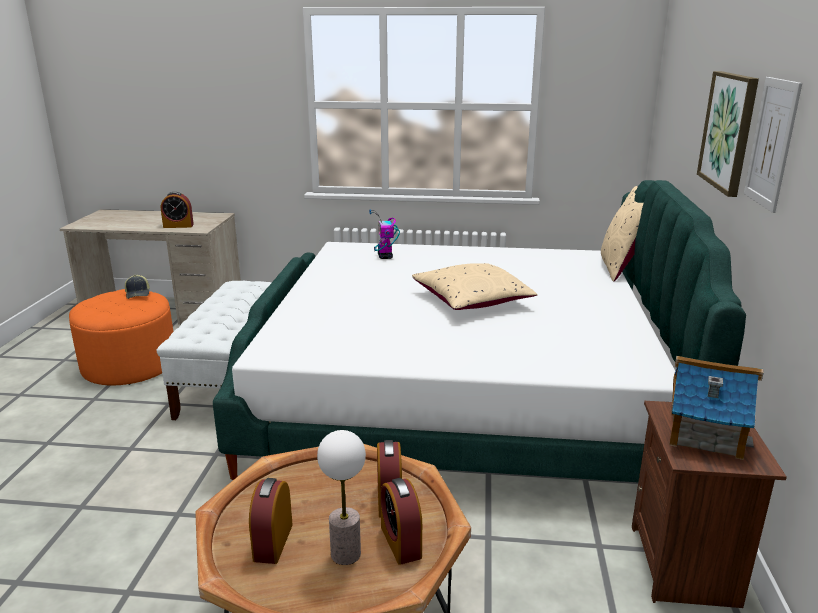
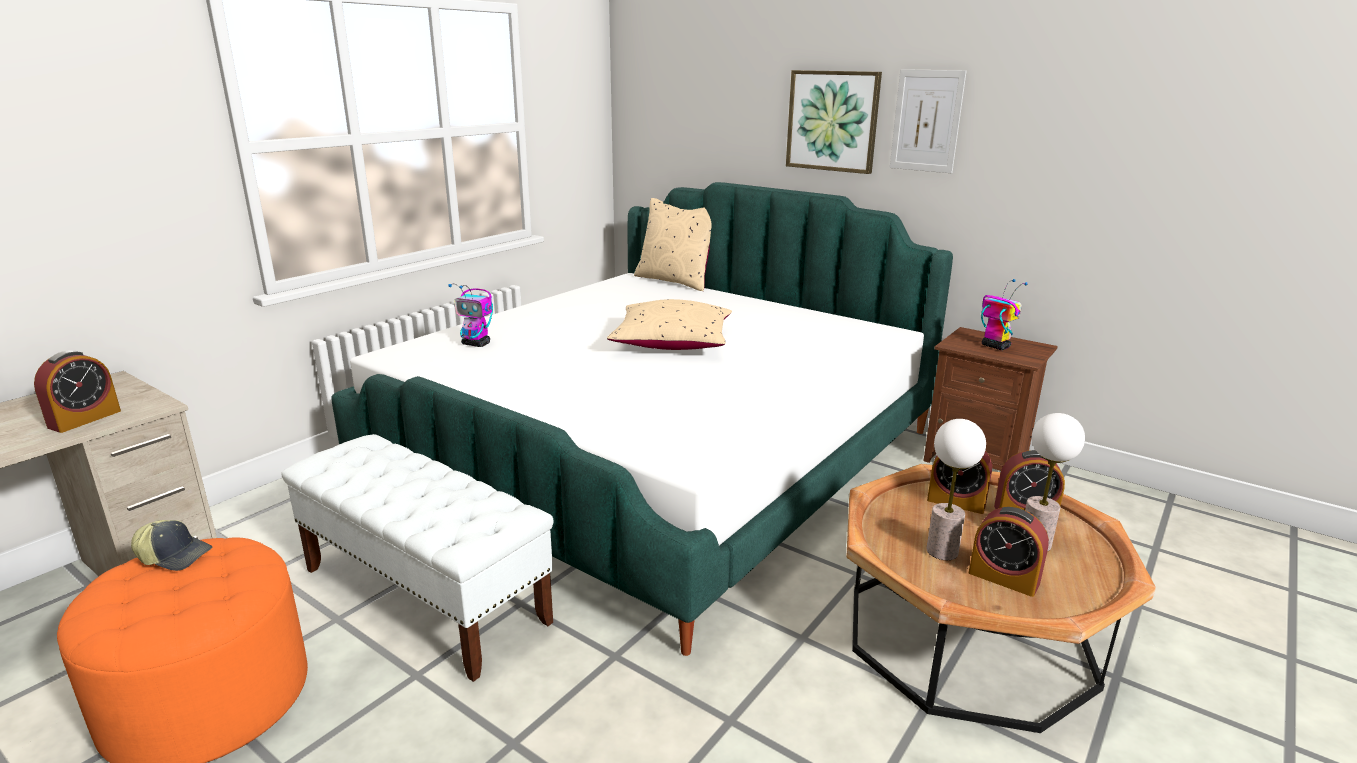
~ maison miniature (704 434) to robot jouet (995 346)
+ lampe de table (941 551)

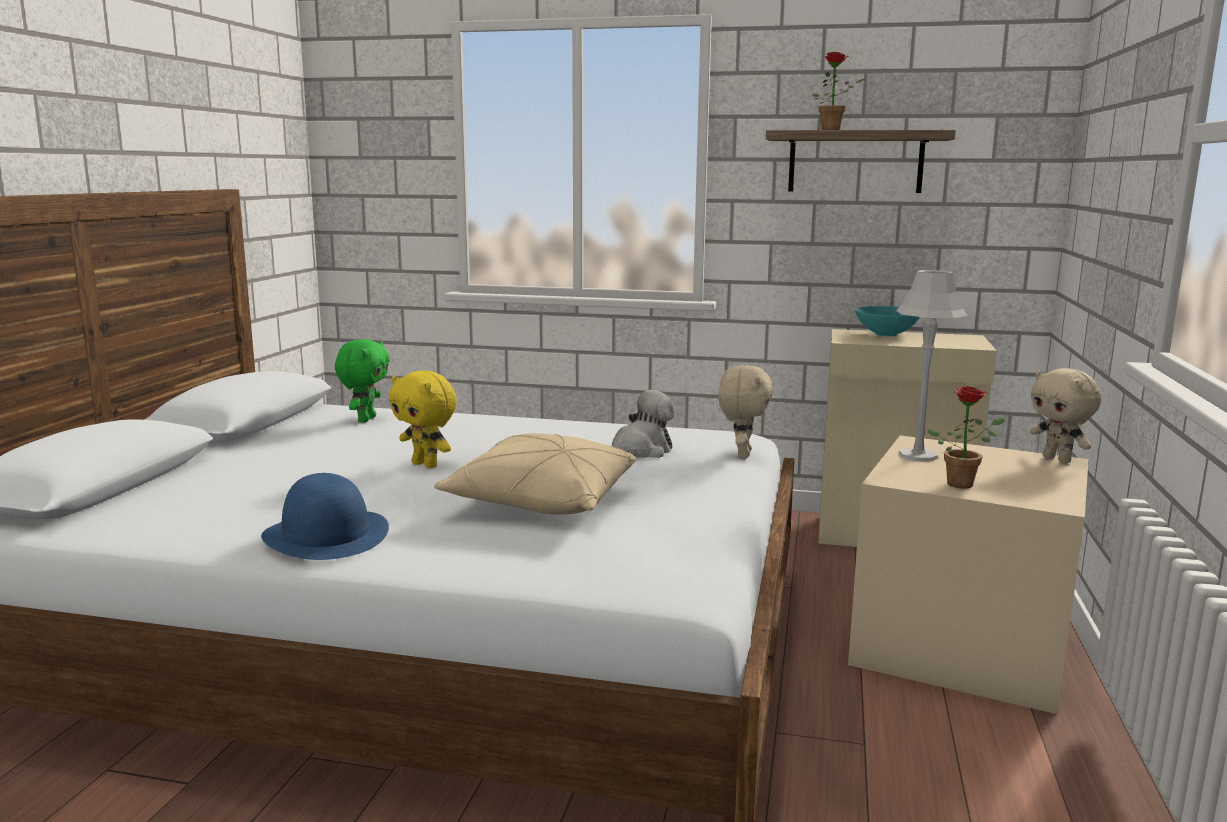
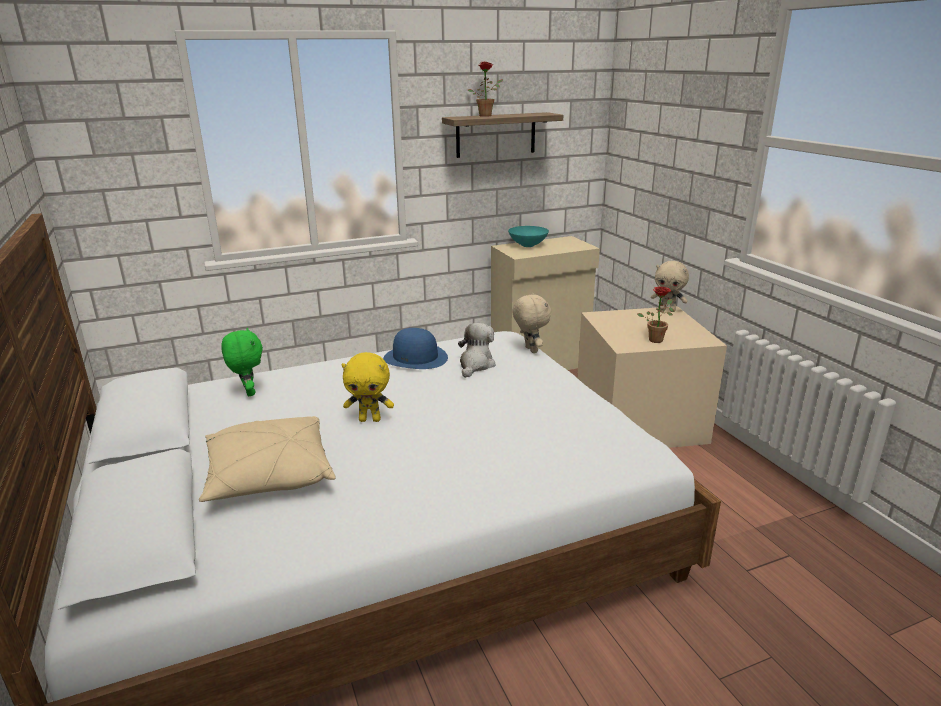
~ chapeau/bleu (326 535) to (416 358)
~ coussin/beige (541 502) to (269 475)
- lampe de table/gris (918 455)

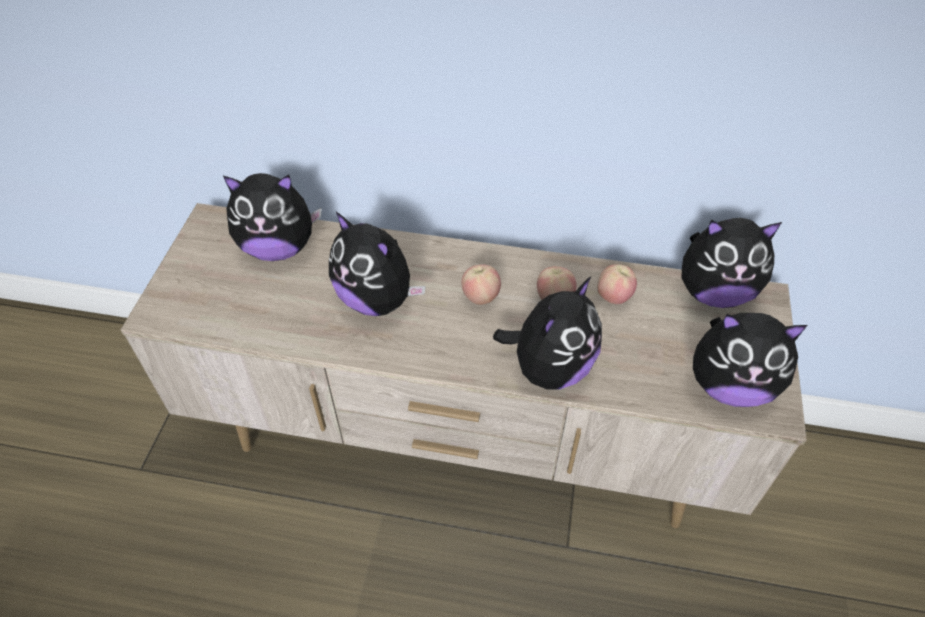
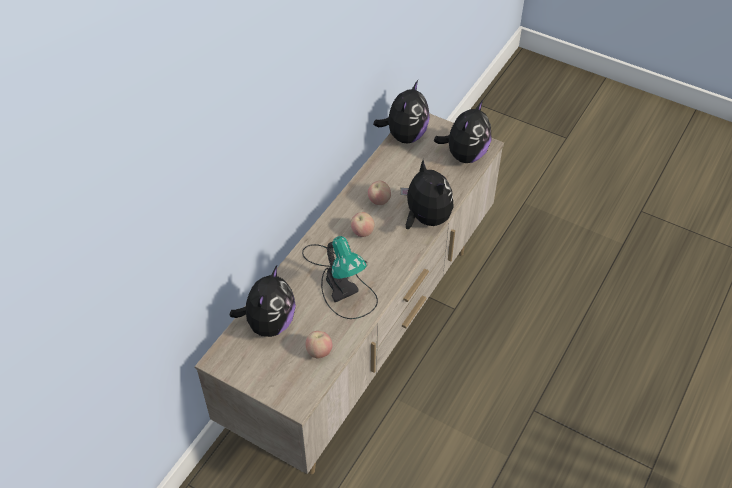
~ peluche (377 299) to lampe de table (341 281)
~ pomme (613 297) to (319 352)

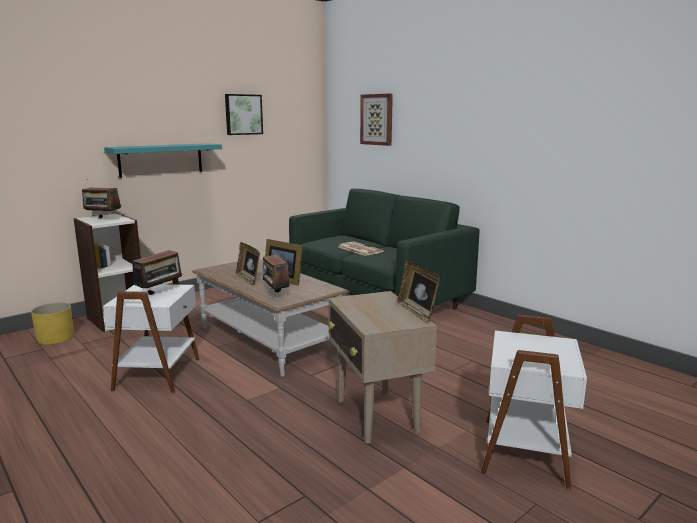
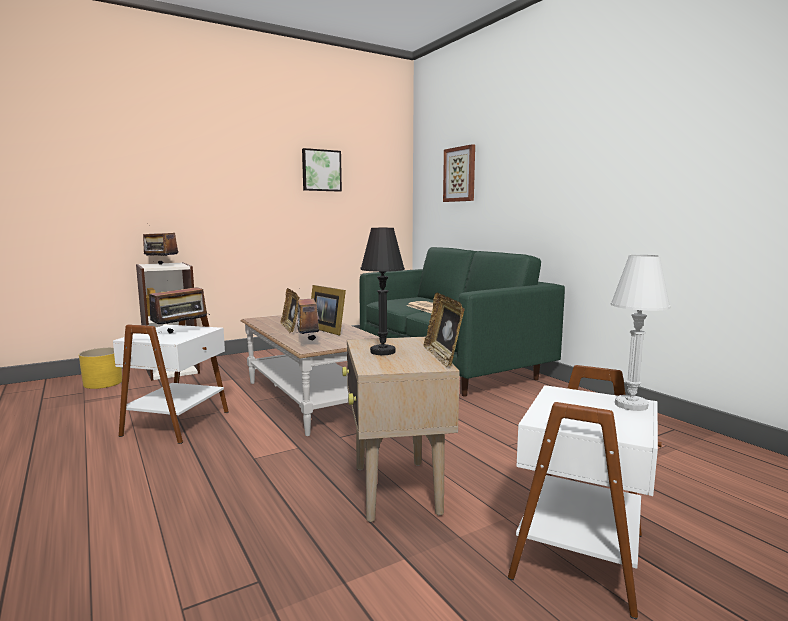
- étagère/turquoise (161 159)
+ lampe de table/noir (382 352)
+ lampe de table/blanc (631 405)

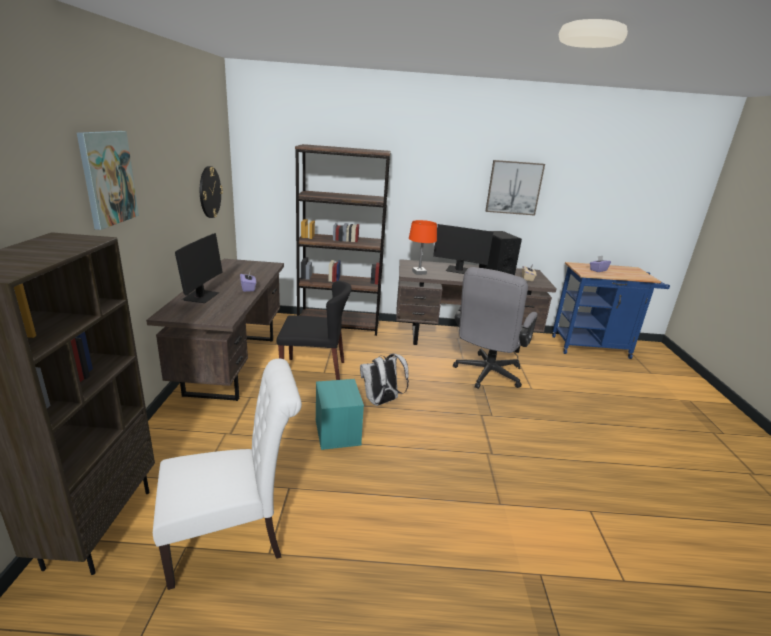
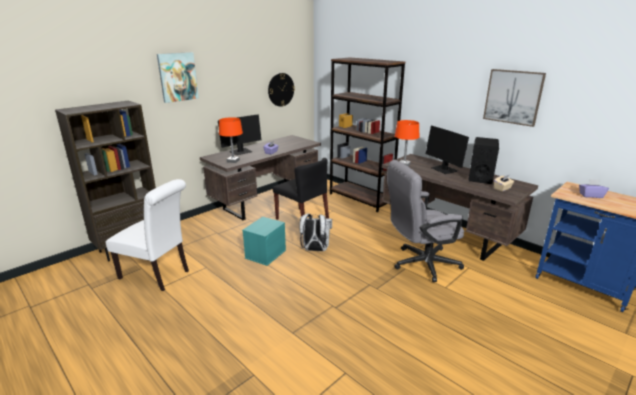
+ lampe de table/orange (233 161)

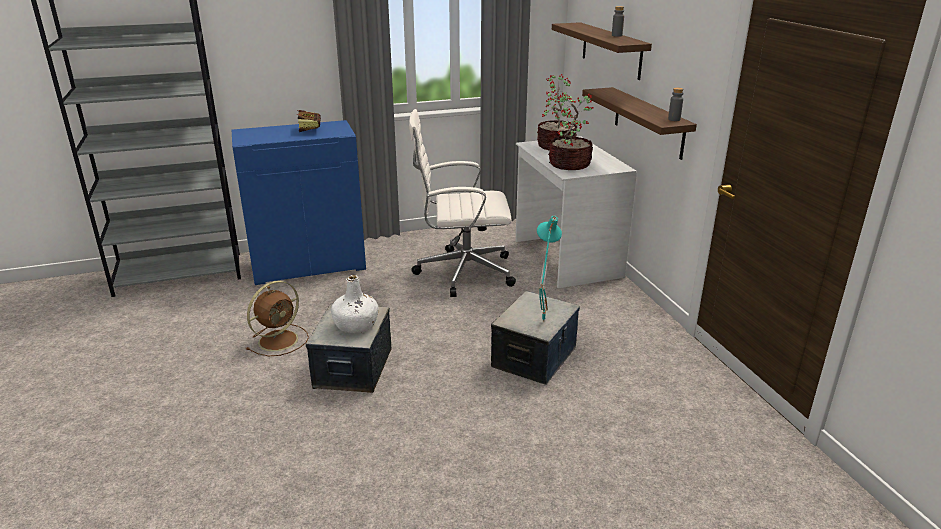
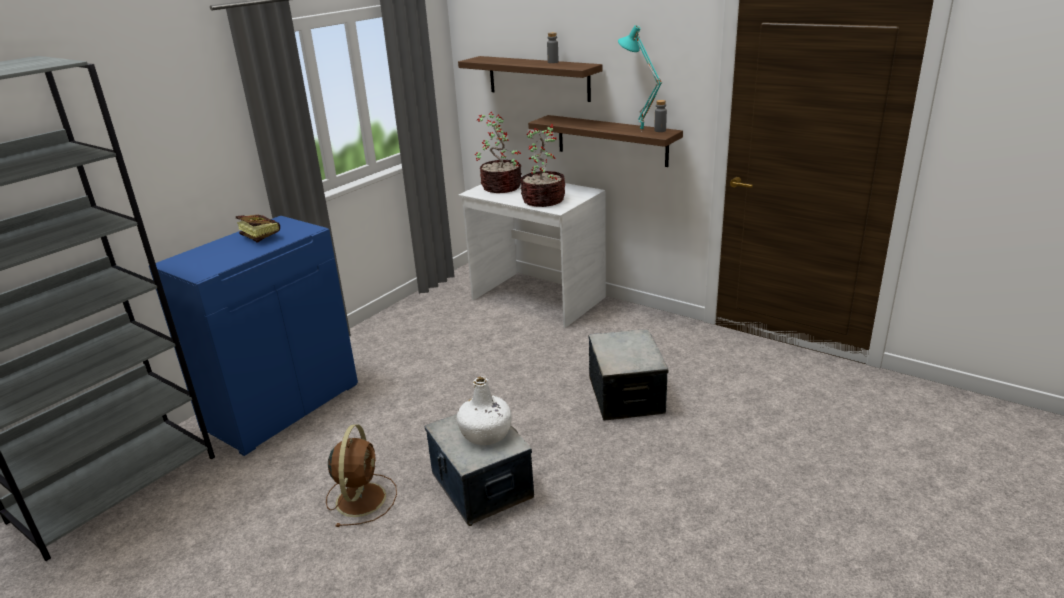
- chaise de bureau/blanc (462 272)
~ lampe de table/turquoise (541 321) to (639 131)

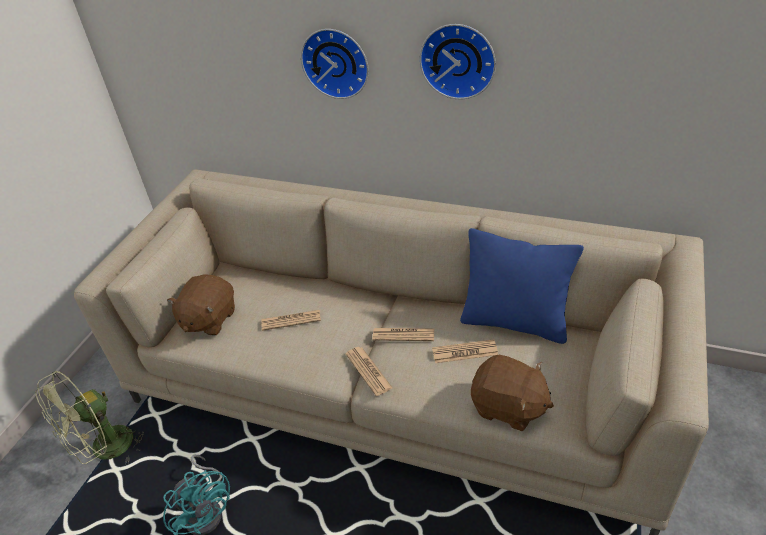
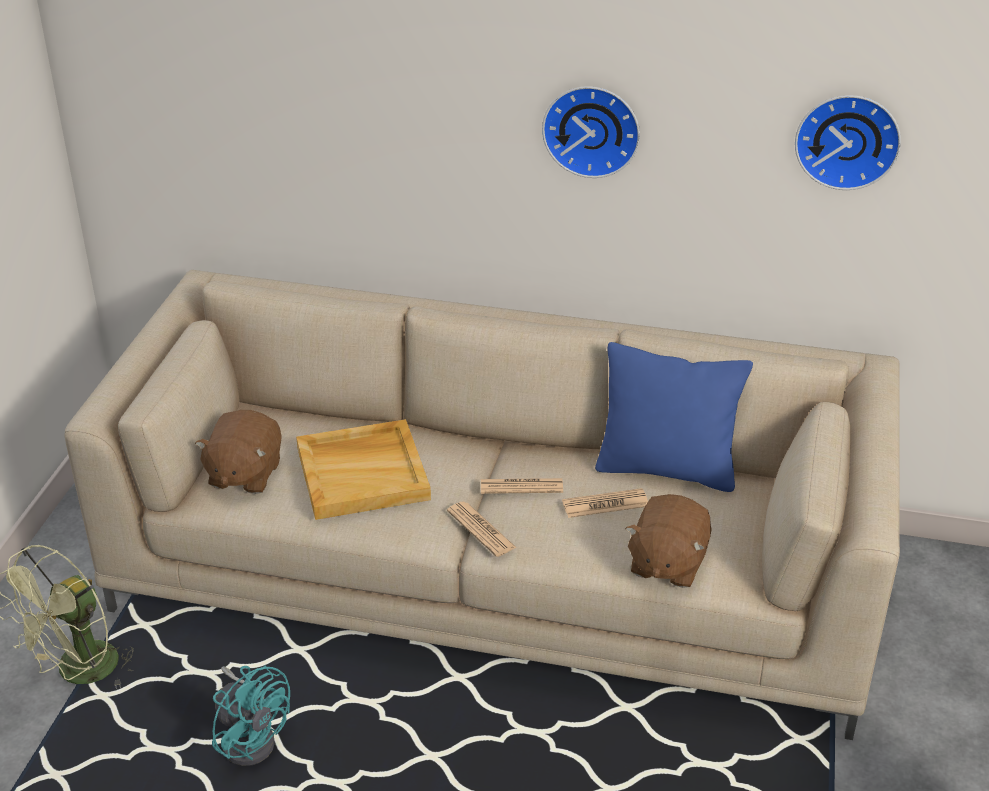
~ journal (291 320) to plateau/beige (363 473)
~ horloge murale (336 62) to (847 139)
~ peluche/marron (508 407) = (666 563) 90 degrees clockwise

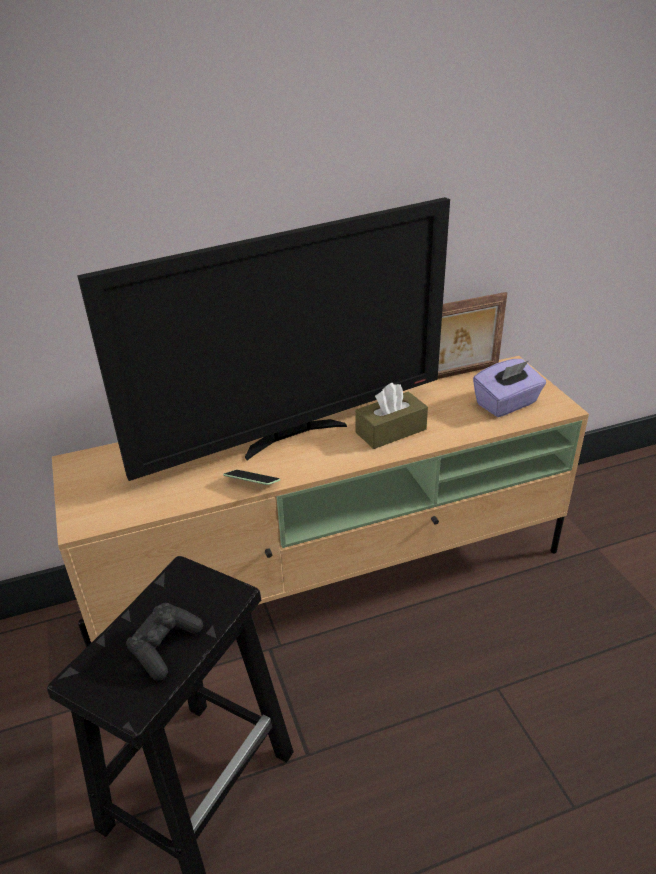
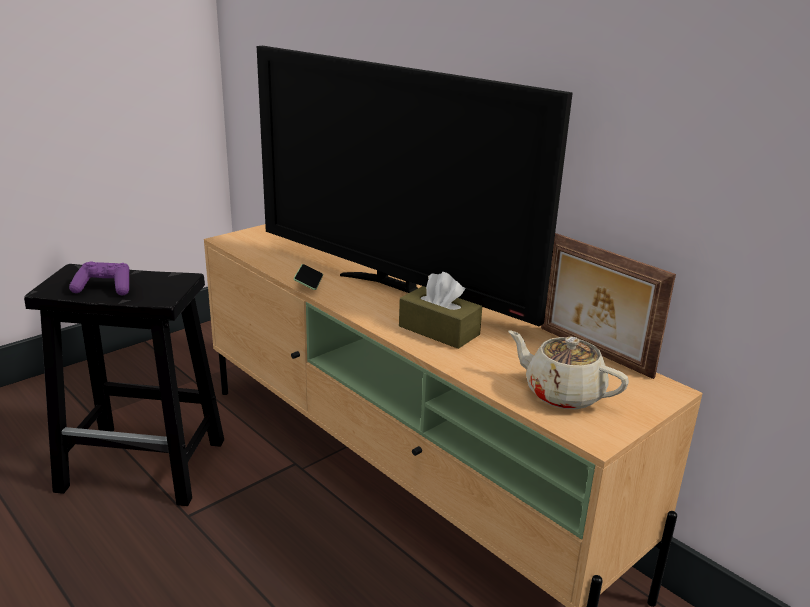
~ manette/noir (165 647) to manette/violet (105 288)
~ boîte à mouchoirs/violet (506 404) to théière/beige (562 393)

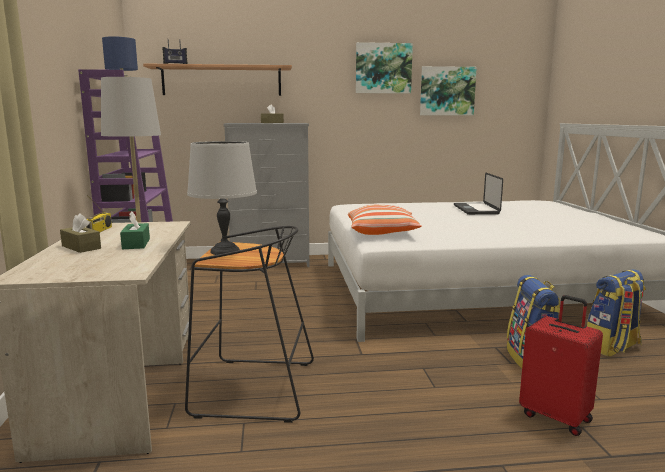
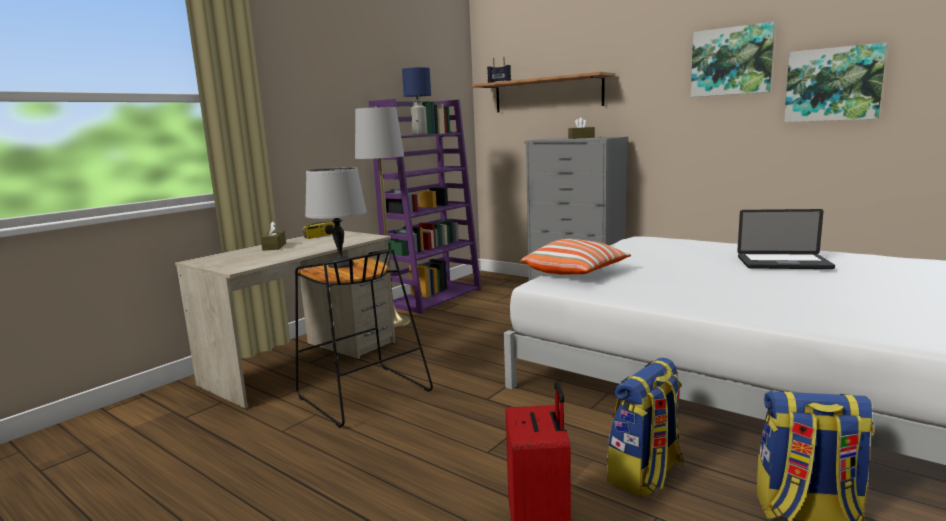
- boîte à mouchoirs/vert (136 244)
~ ordinateur portable (476 210) = (783 263) 120 degrees counterclockwise

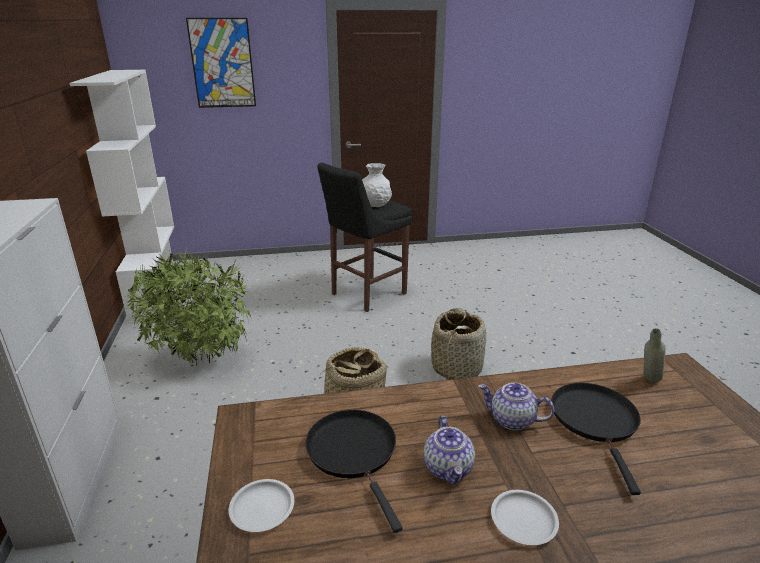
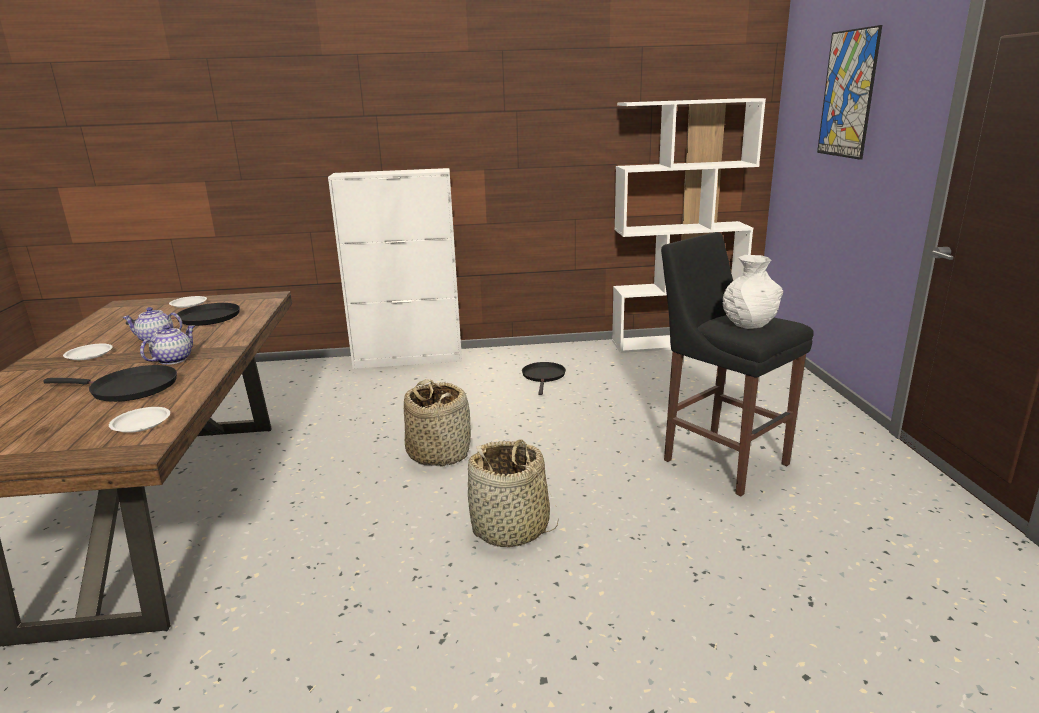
~ plante en pot (200 361) to poêle/noir (543 376)
~ bouteille/gris (647 382) to assiette/blanc (141 423)

